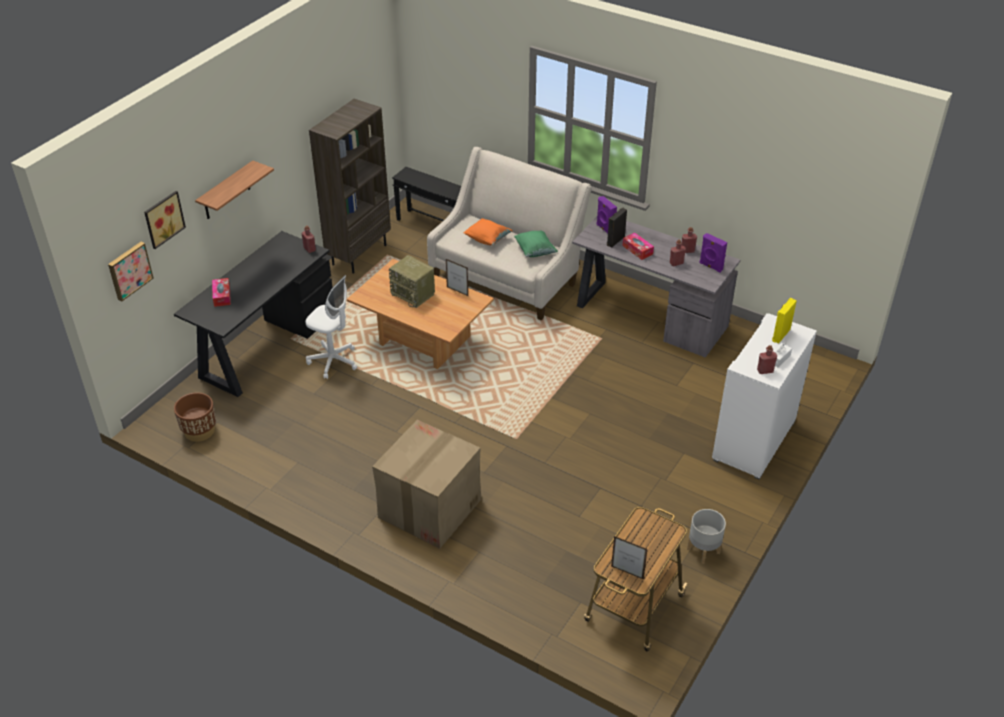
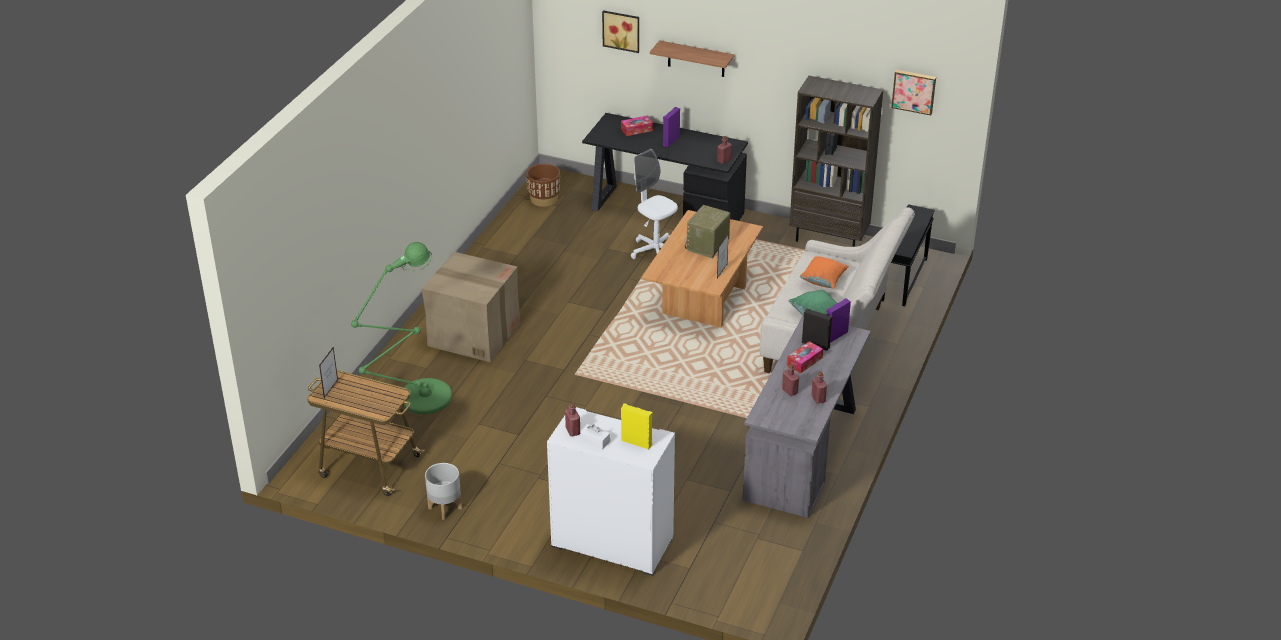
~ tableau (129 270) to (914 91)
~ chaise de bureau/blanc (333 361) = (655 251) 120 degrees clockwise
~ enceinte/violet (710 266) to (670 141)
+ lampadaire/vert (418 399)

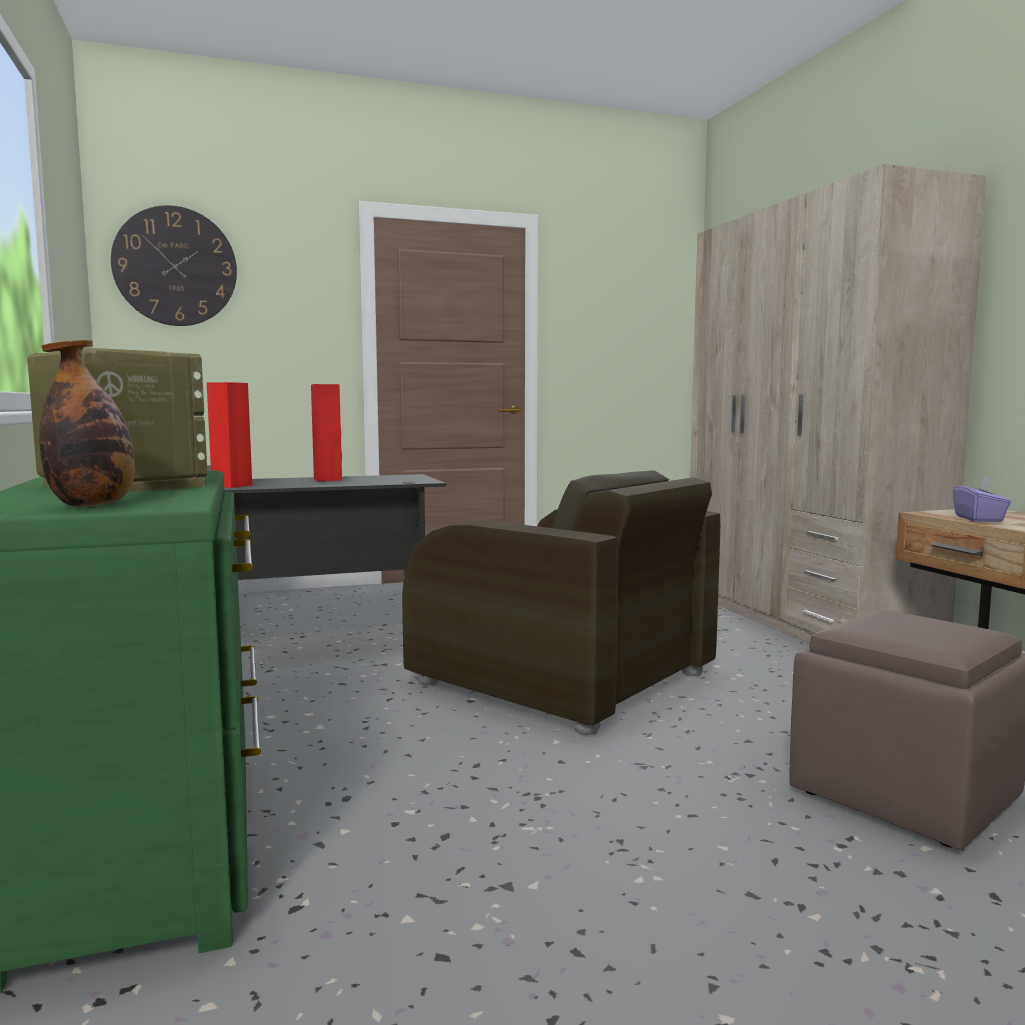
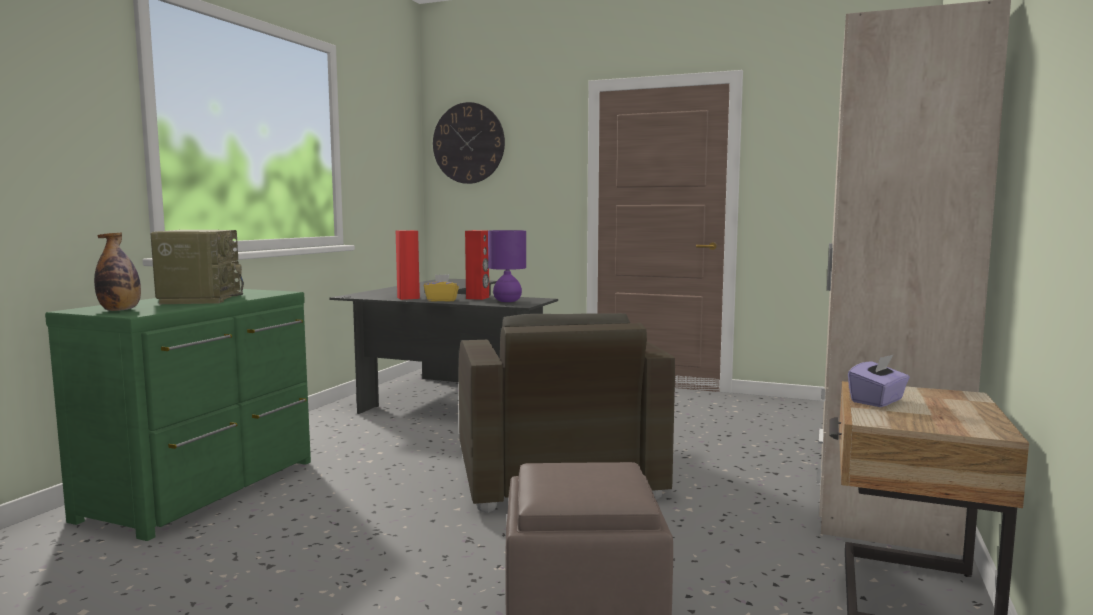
+ boîte à mouchoirs/jaune (442 300)
+ lampe de table/violet (507 301)

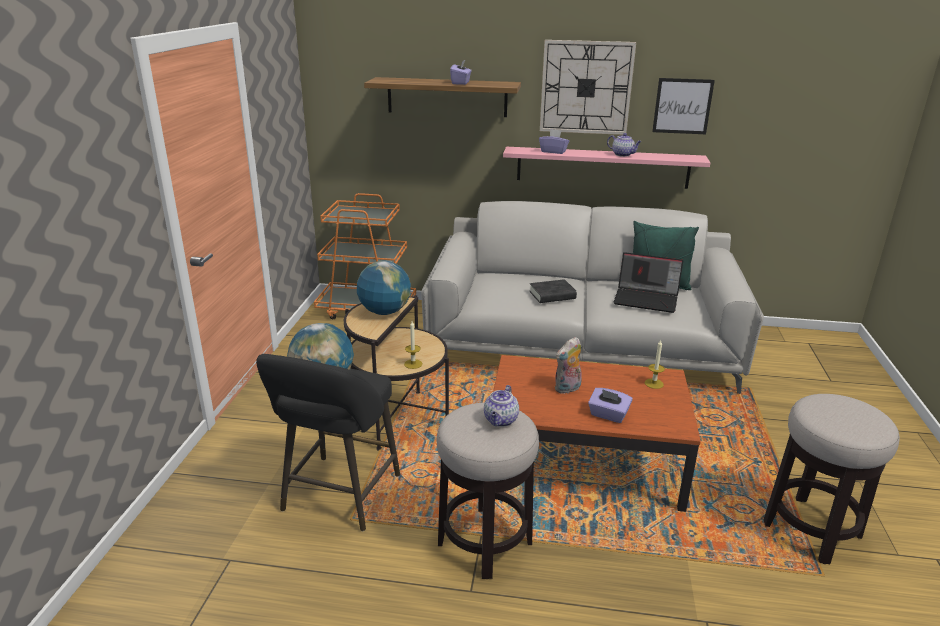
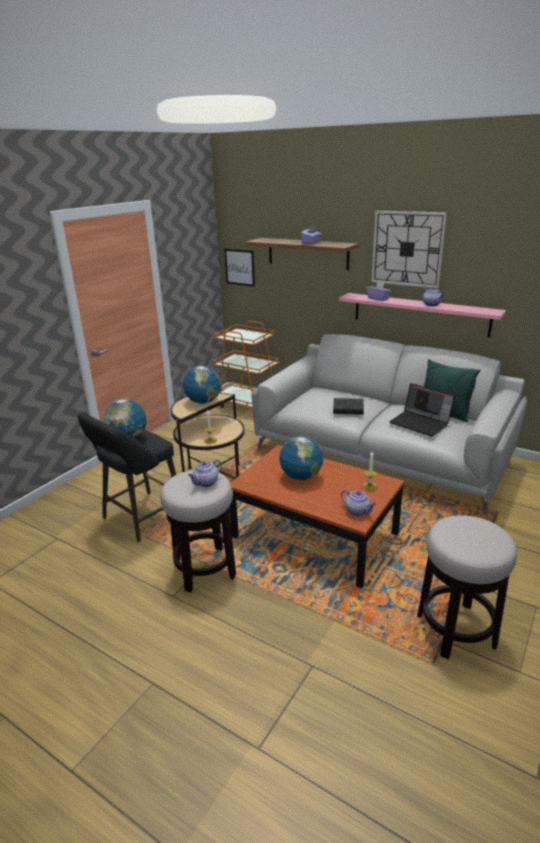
~ peluche (567 389) to globe (301 476)
- boîte à mouchoirs/violet (608 415)
~ tableau (682 106) to (240 267)
+ théière (358 511)

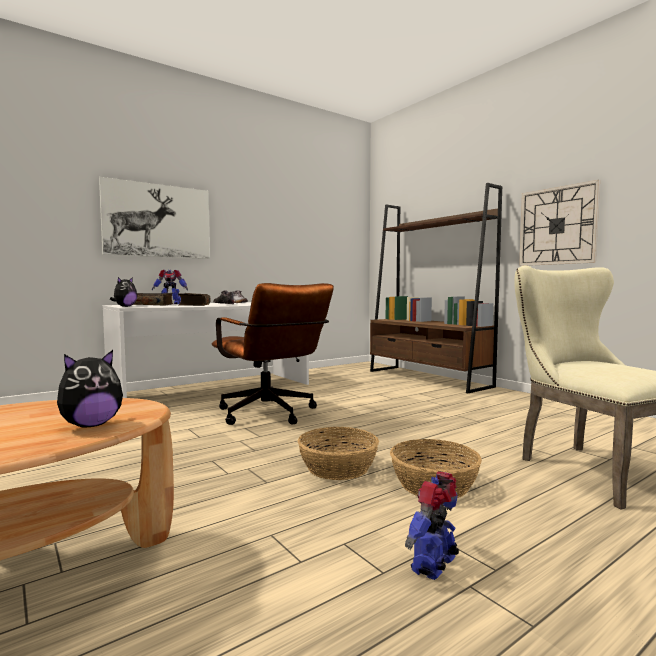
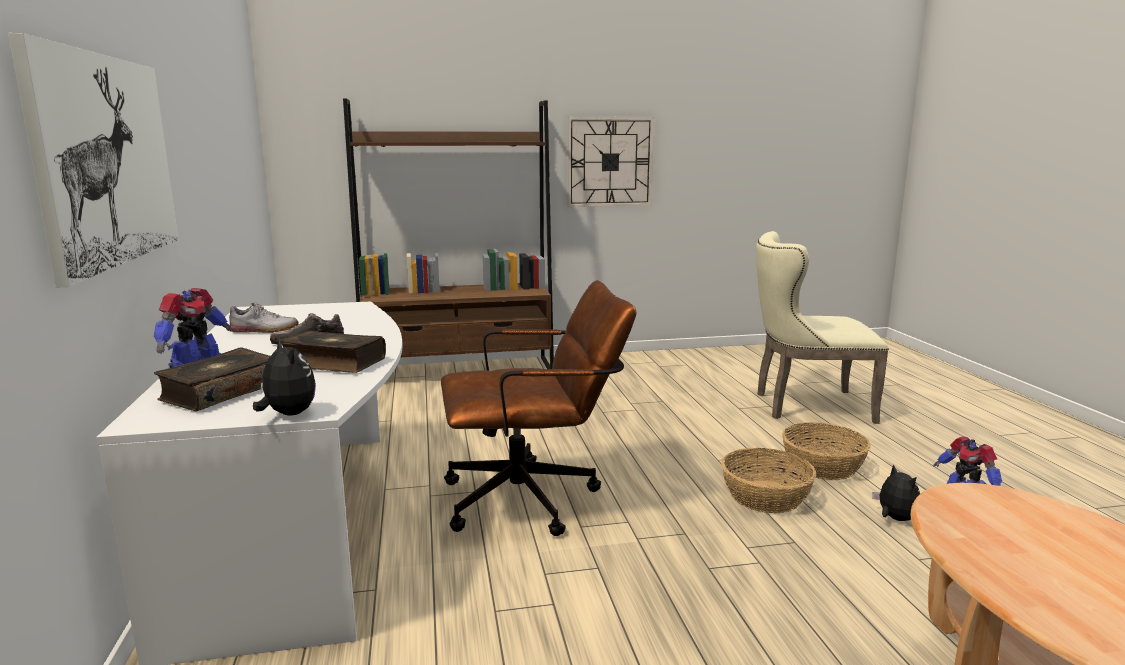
~ peluche (91 425) to (894 519)

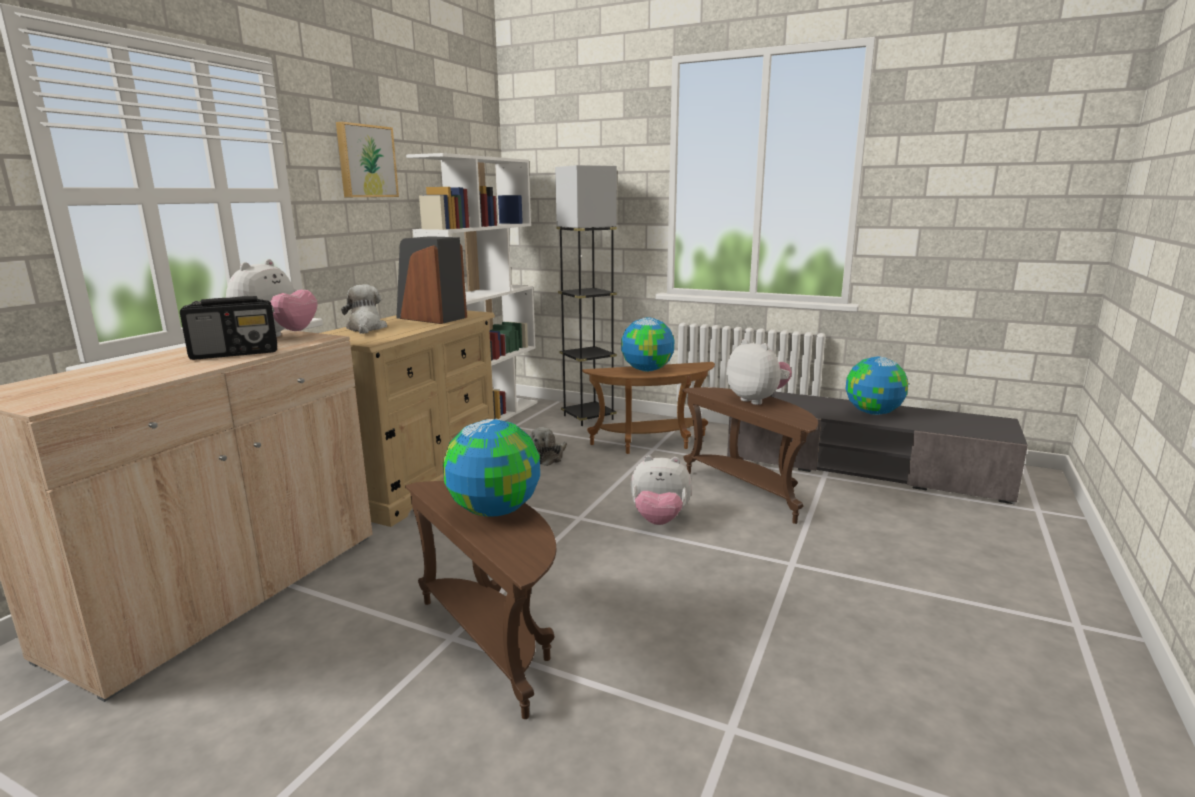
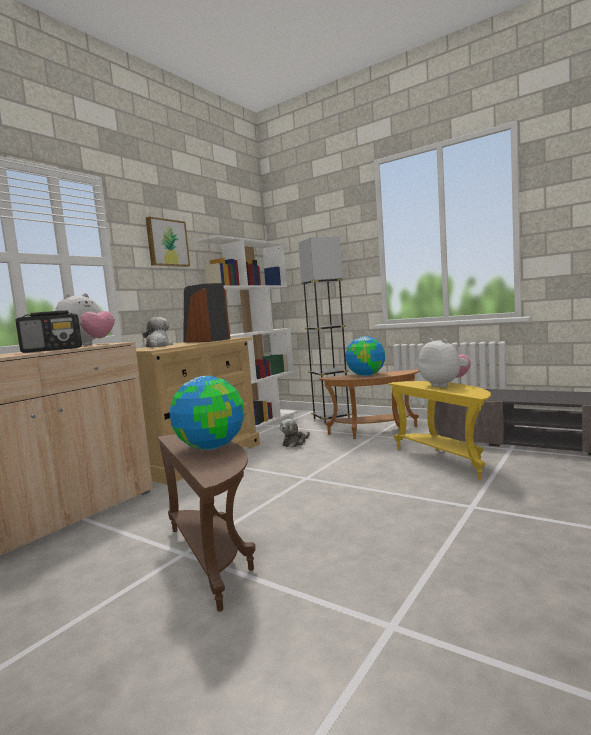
- peluche (659 520)
~ table d'appoint/marron (749 491) to table d'appoint/jaune (445 459)
- globe (872 412)

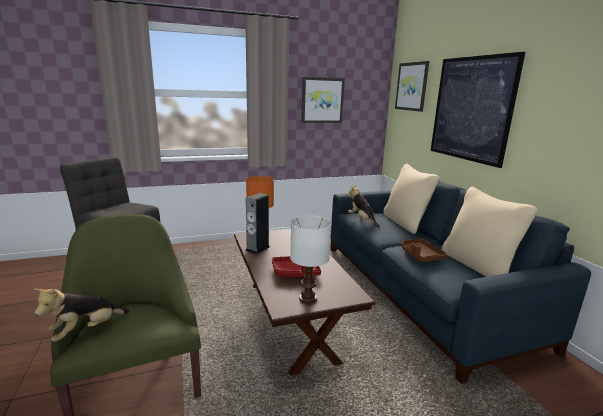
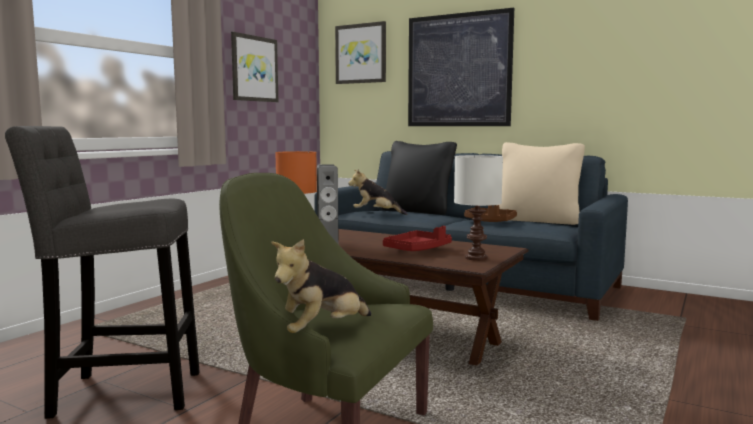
~ peluche (86 331) = (321 331) 45 degrees clockwise
~ coussin/beige (405 223) to coussin/noir (417 211)

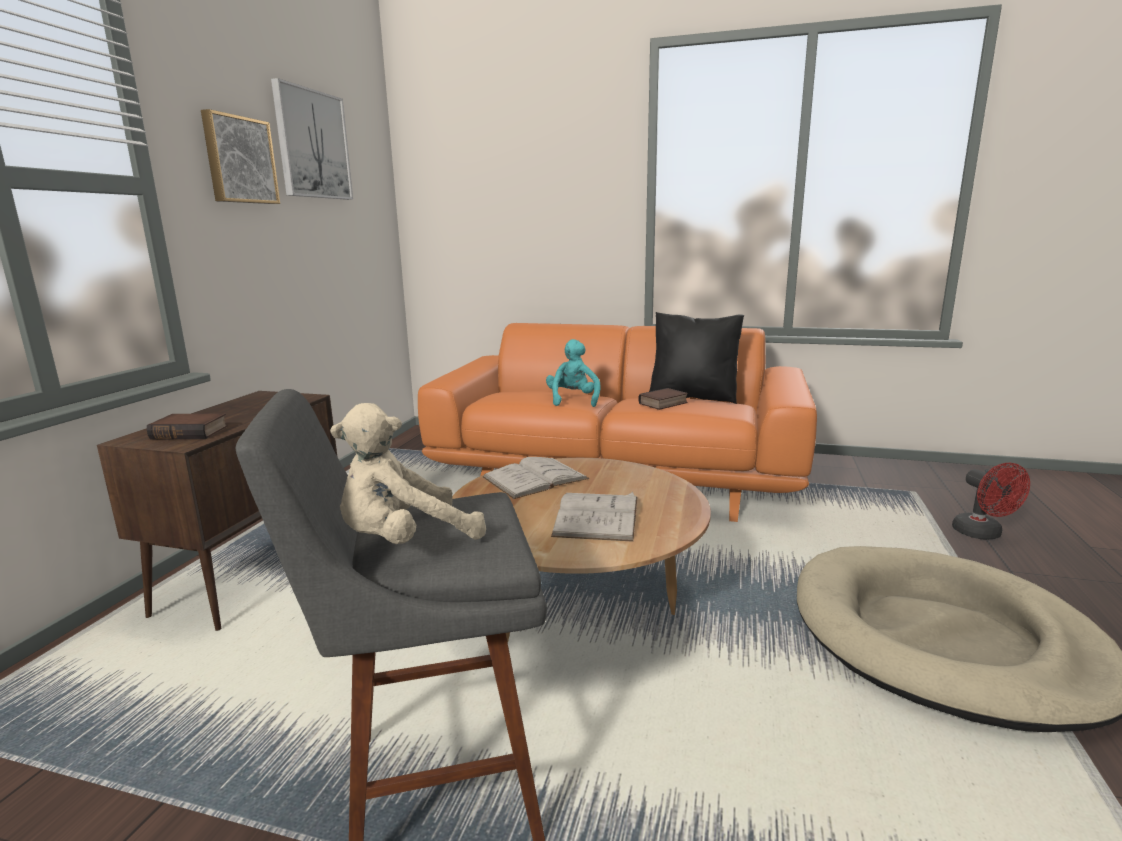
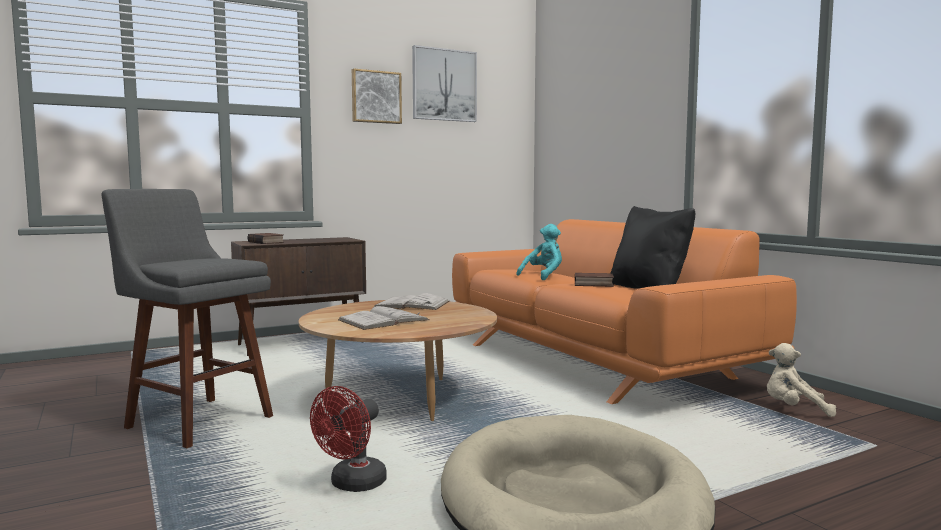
~ peluche/beige (405 541) to (794 410)
~ ventilateur/rouge (983 534) to (352 485)

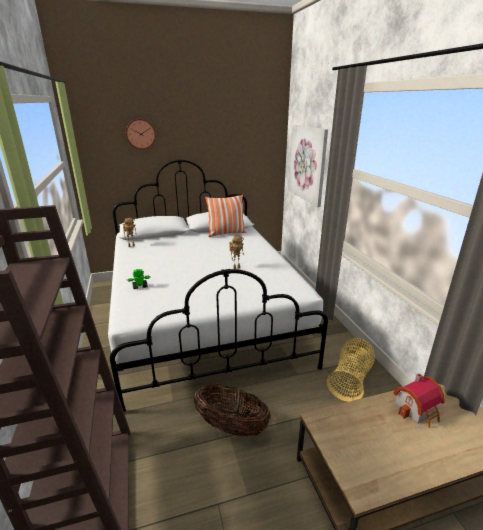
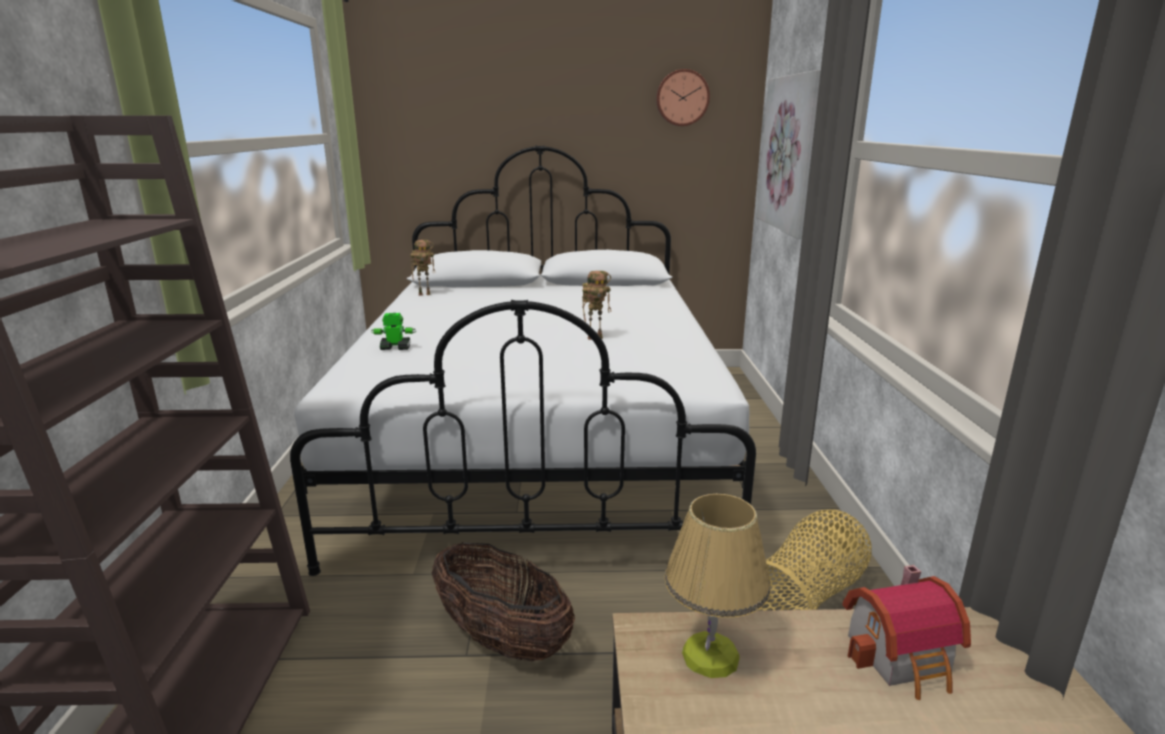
~ horloge murale (140 134) to (682 98)
- coussin (226 233)
+ lampe de table (710 655)

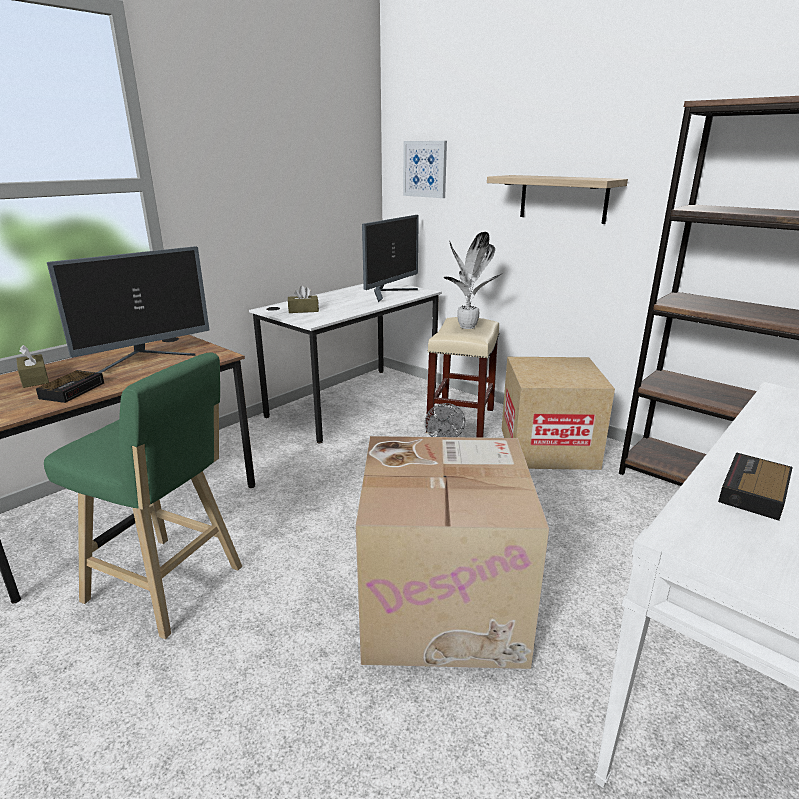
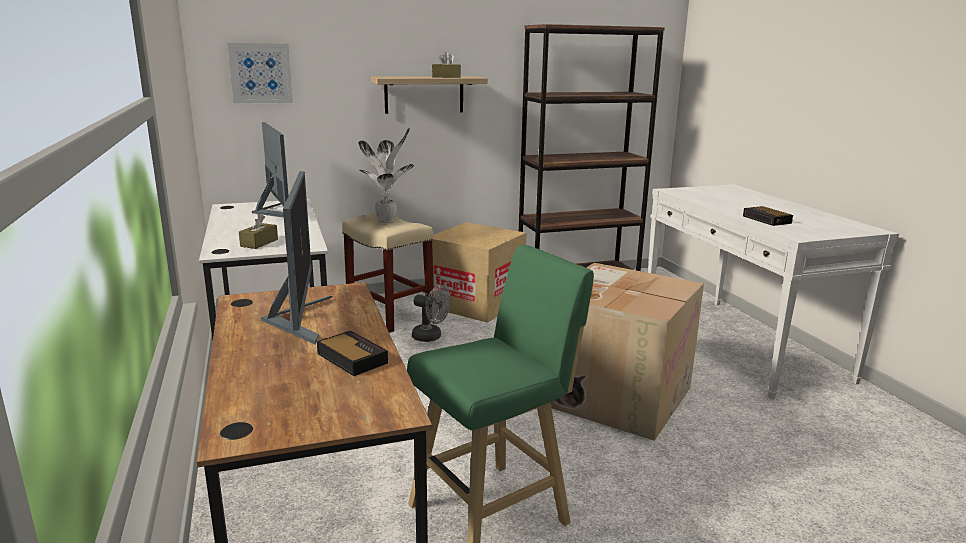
~ boîte à mouchoirs/marron (35 379) to (446 77)

